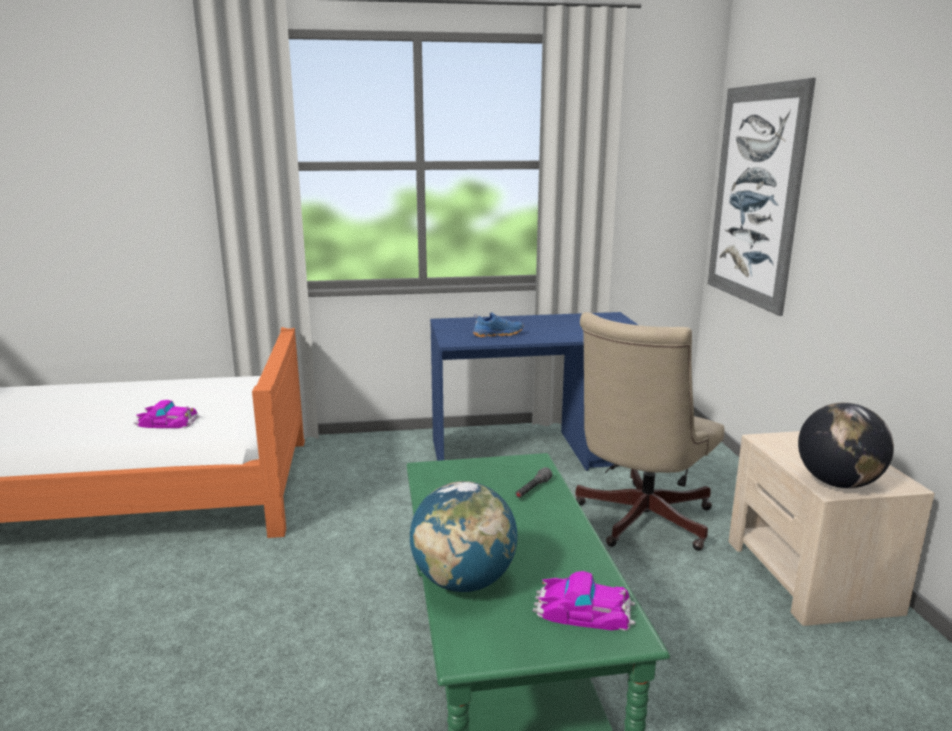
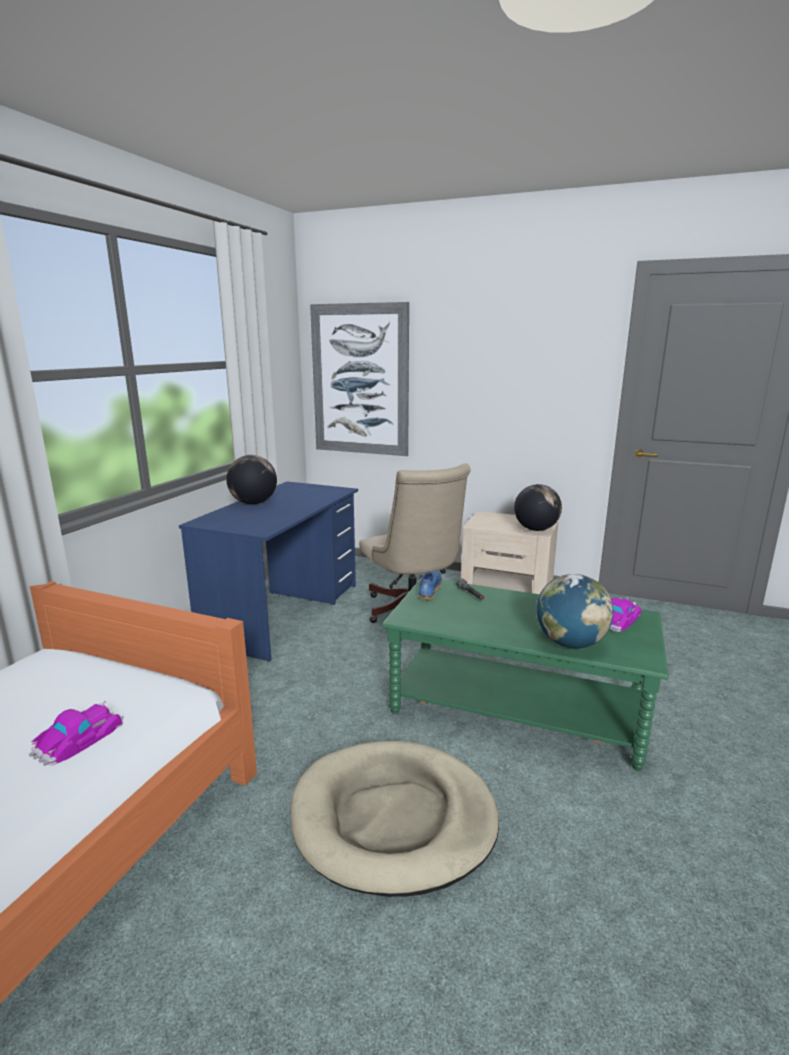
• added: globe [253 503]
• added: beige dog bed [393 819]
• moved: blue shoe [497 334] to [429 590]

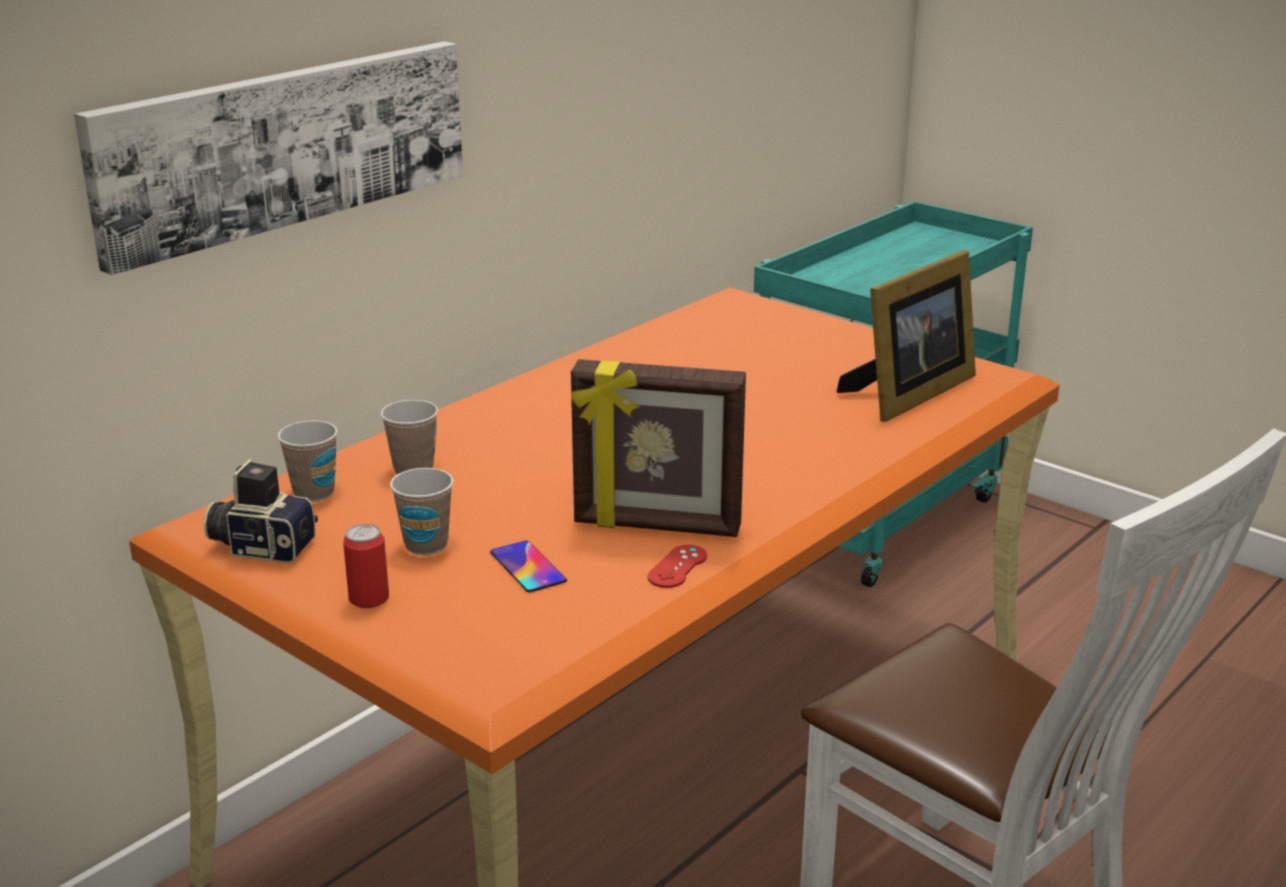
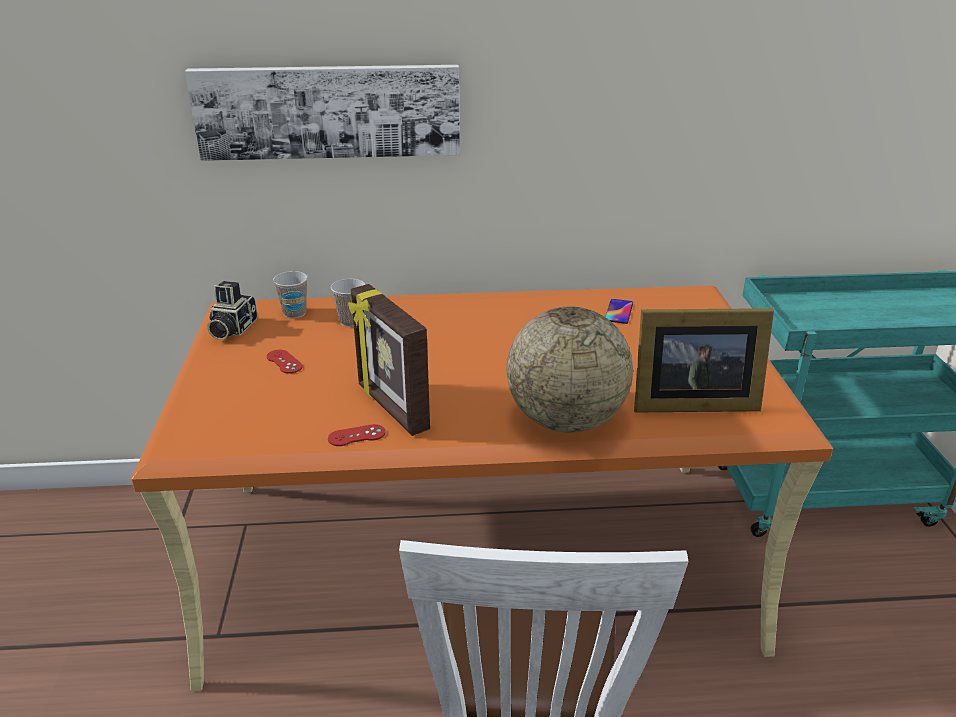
• turned: photo camera [263 546] = [231 329] 135 degrees counterclockwise
• replaced: cup [426 545] to red game controller [284 362]
• added: globe [565 420]
• moved: phone [527 567] to [619 311]
• removed: can [369 598]

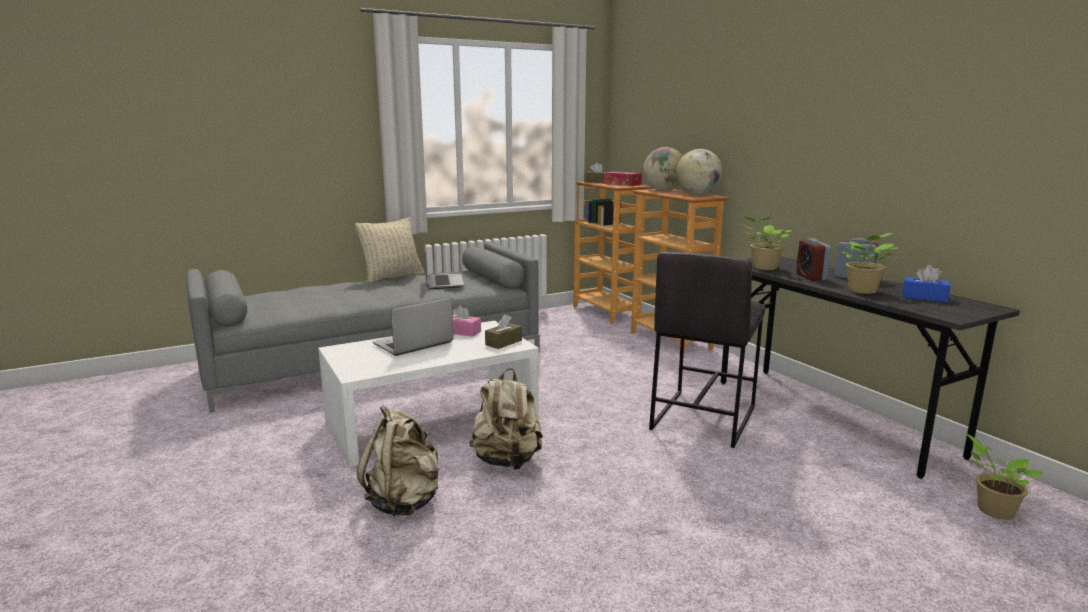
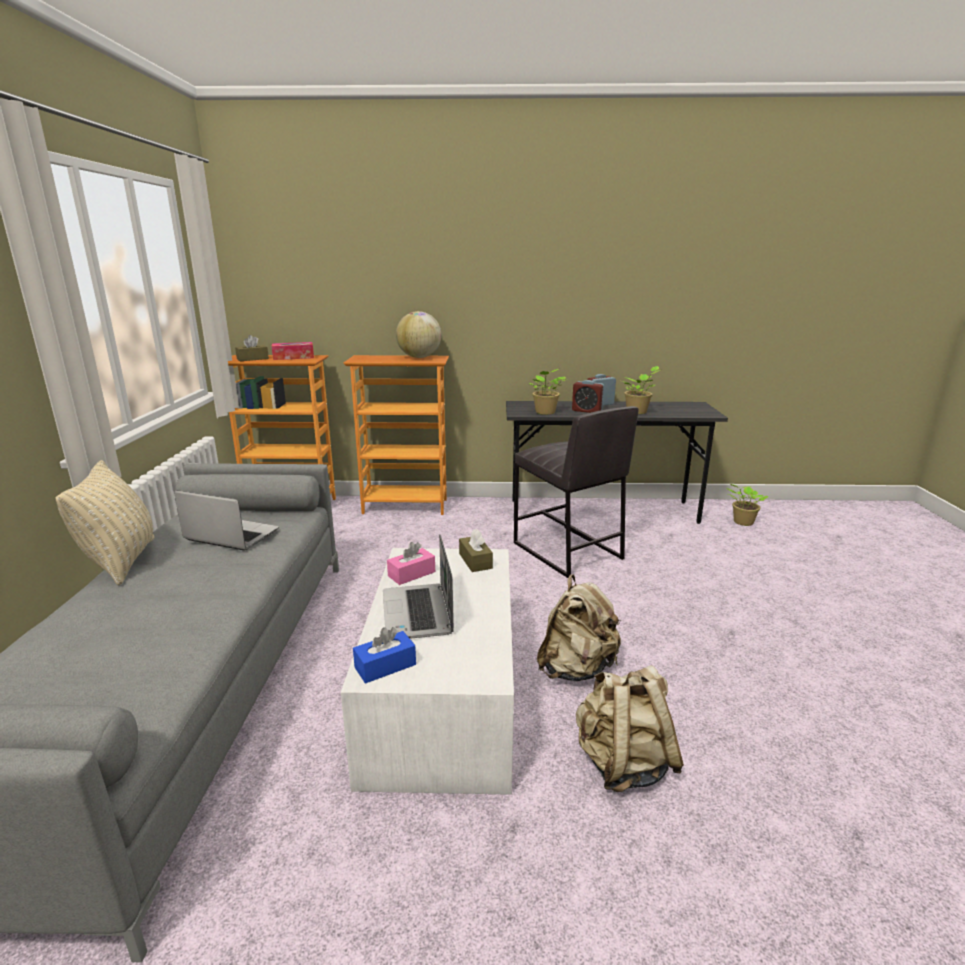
• moved: blue tissue box [924 297] to [385 666]
• removed: globe [663 190]

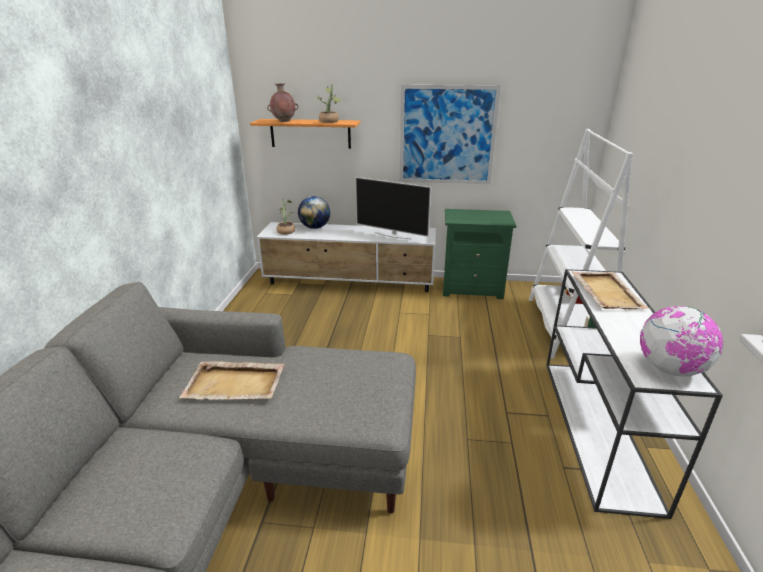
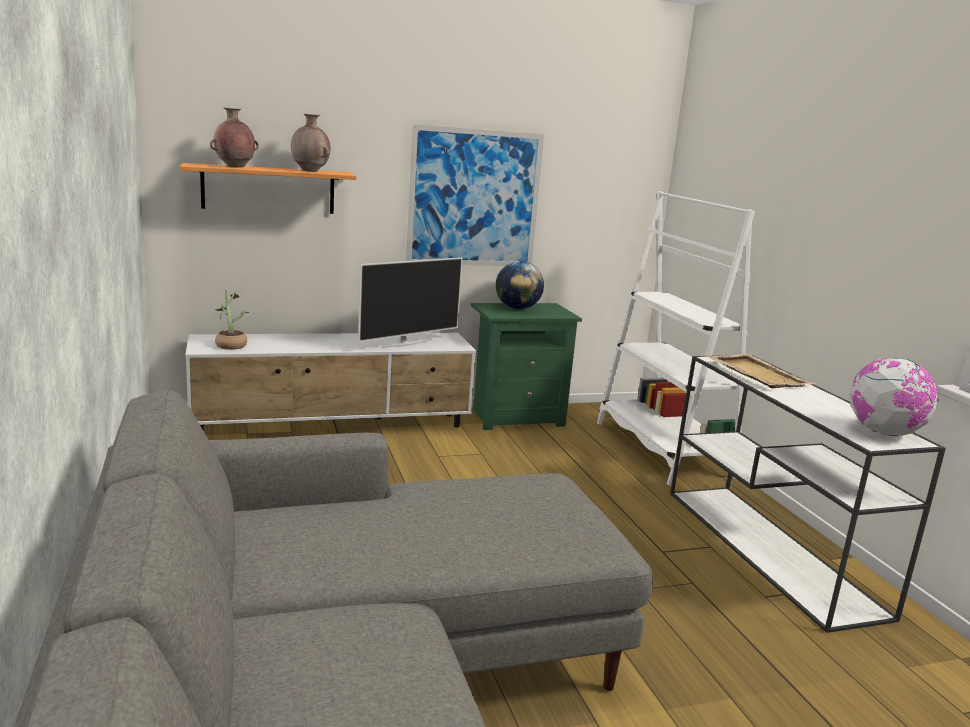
• replaced: potted plant [330 122] to brown vase [310 171]
• turned: television [392 235] = [406 343] 45 degrees counterclockwise
• moved: globe [315 227] to [517 308]
• removed: beige tray [235 384]

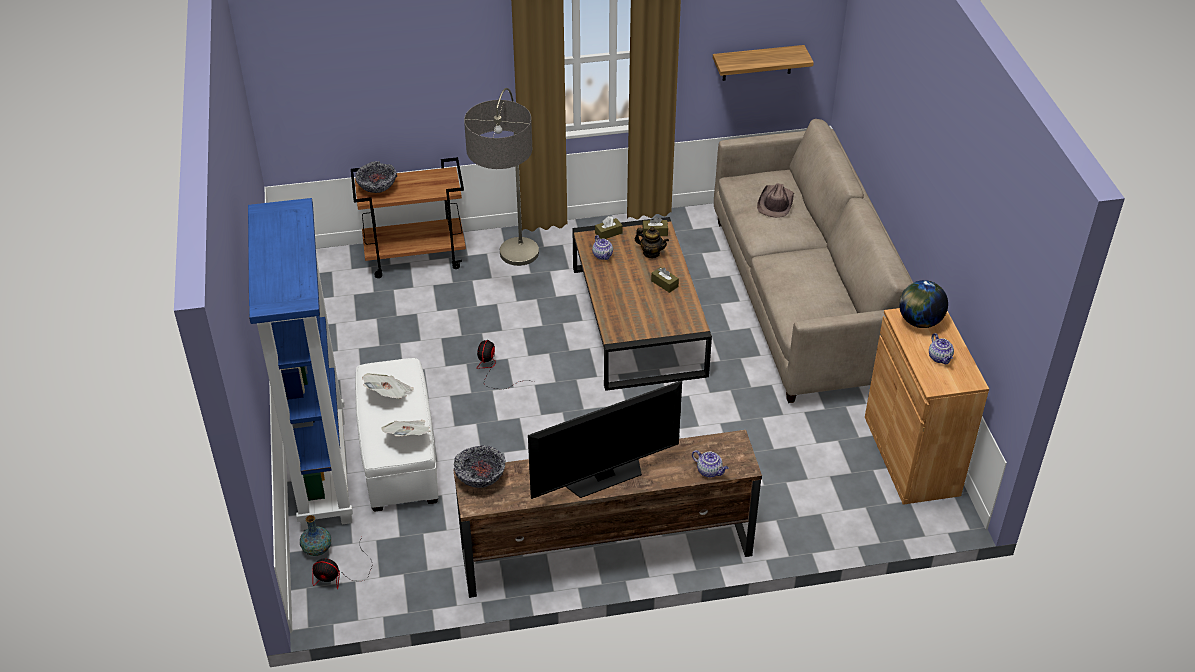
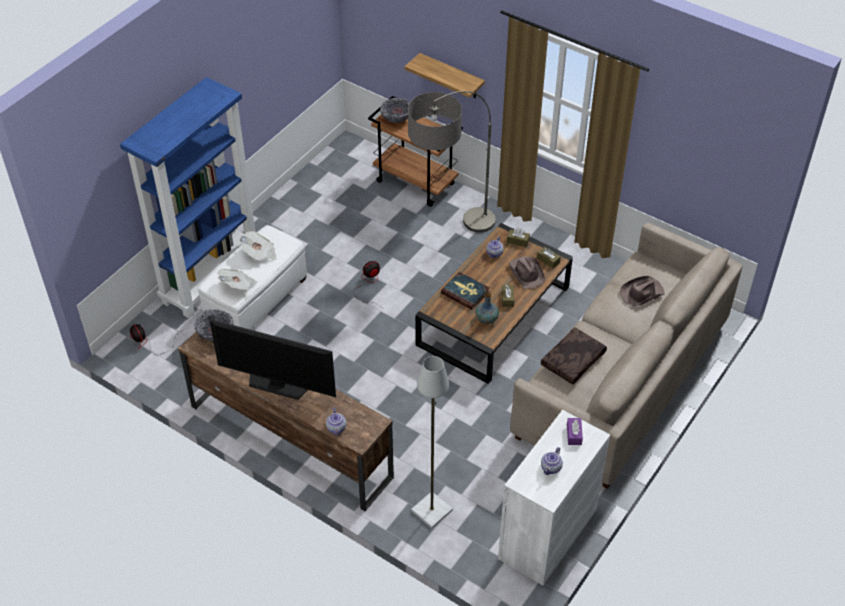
• moved: shelf [757 63] to [451 77]
• added: grey floor lamp [431 510]
• added: book [465 292]
• moved: vase [317 549] to [486 319]
• recoloured: brown cabinet [911 455] to white cabinet [547 534]
• replaced: teapot [651 253] to brown hat [526 273]
• added: brown pillow [573 361]
• replaced: globe [919 321] to purple tissue box [574 434]

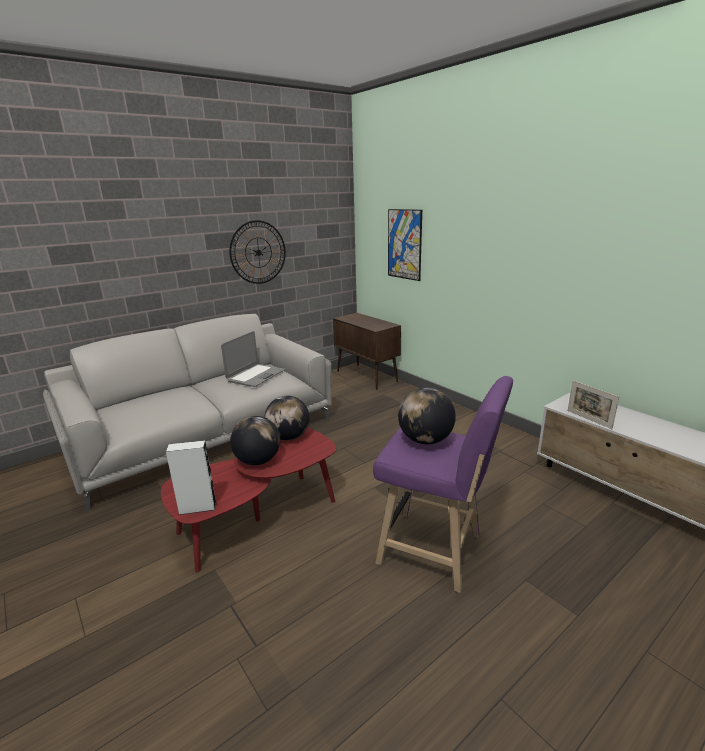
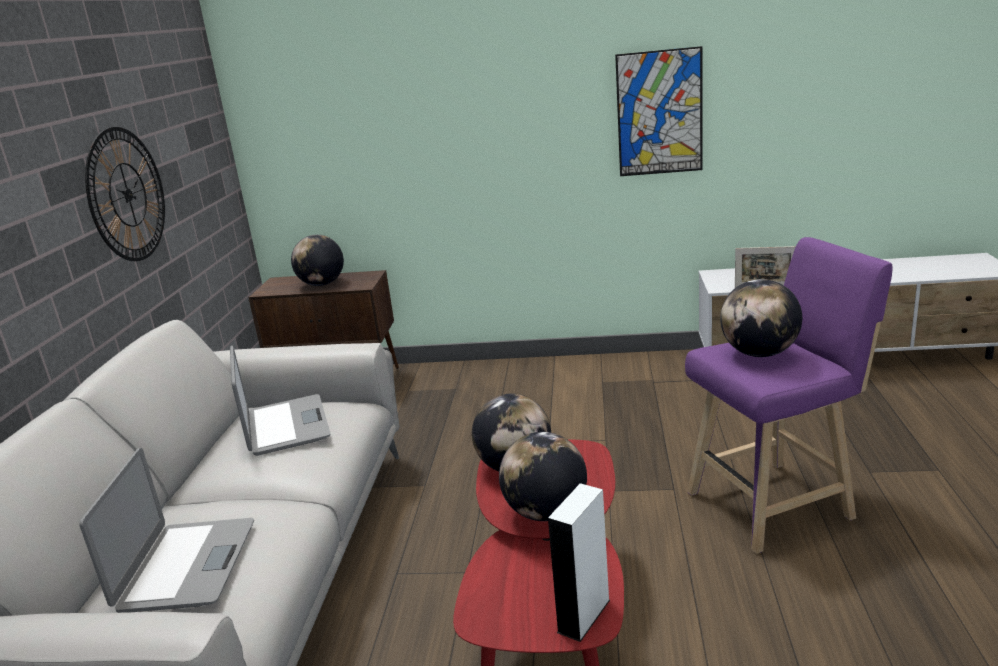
• added: laptop [186 565]
• added: globe [322 284]
• moved: picture [404 244] to [659 113]

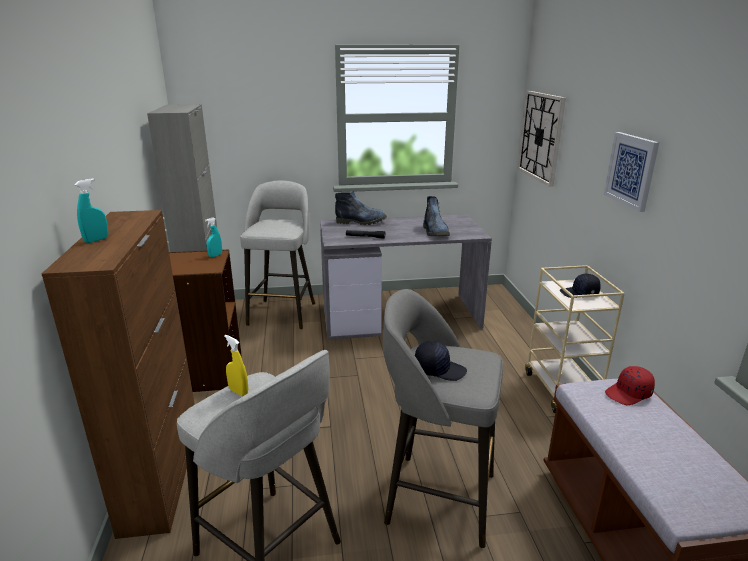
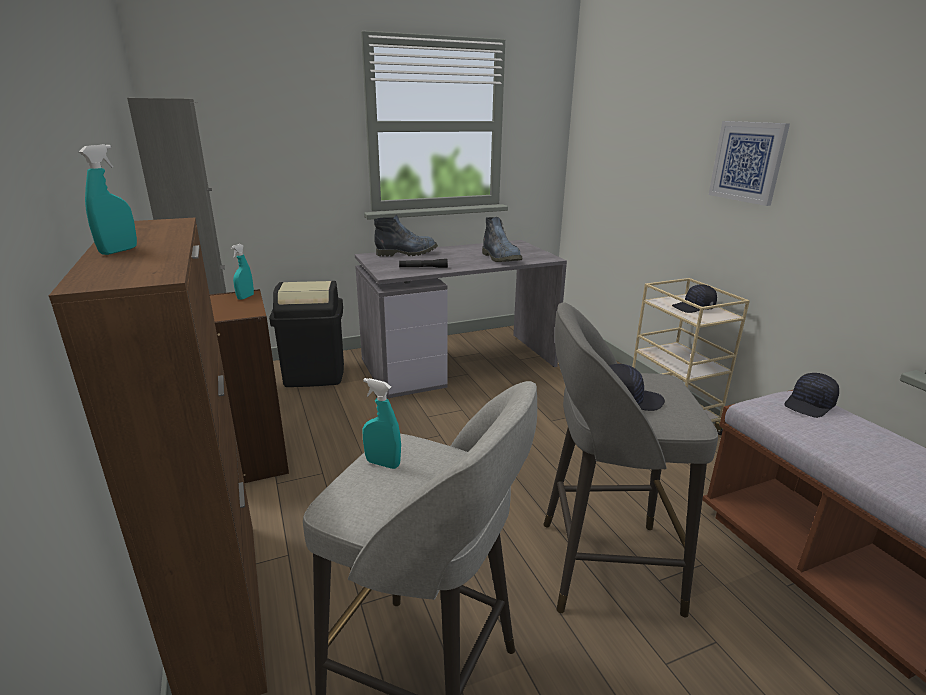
• replaced: grey stool [283 313] to black trash can [315 374]
• recoloured: yellow spray bottle [238 392] to turquoise spray bottle [382 463]
• recoloured: red cap [629 394] to black cap [810 405]
• removed: wall clock [540 136]

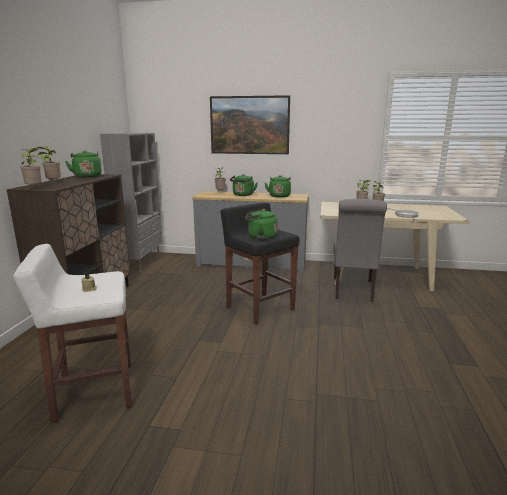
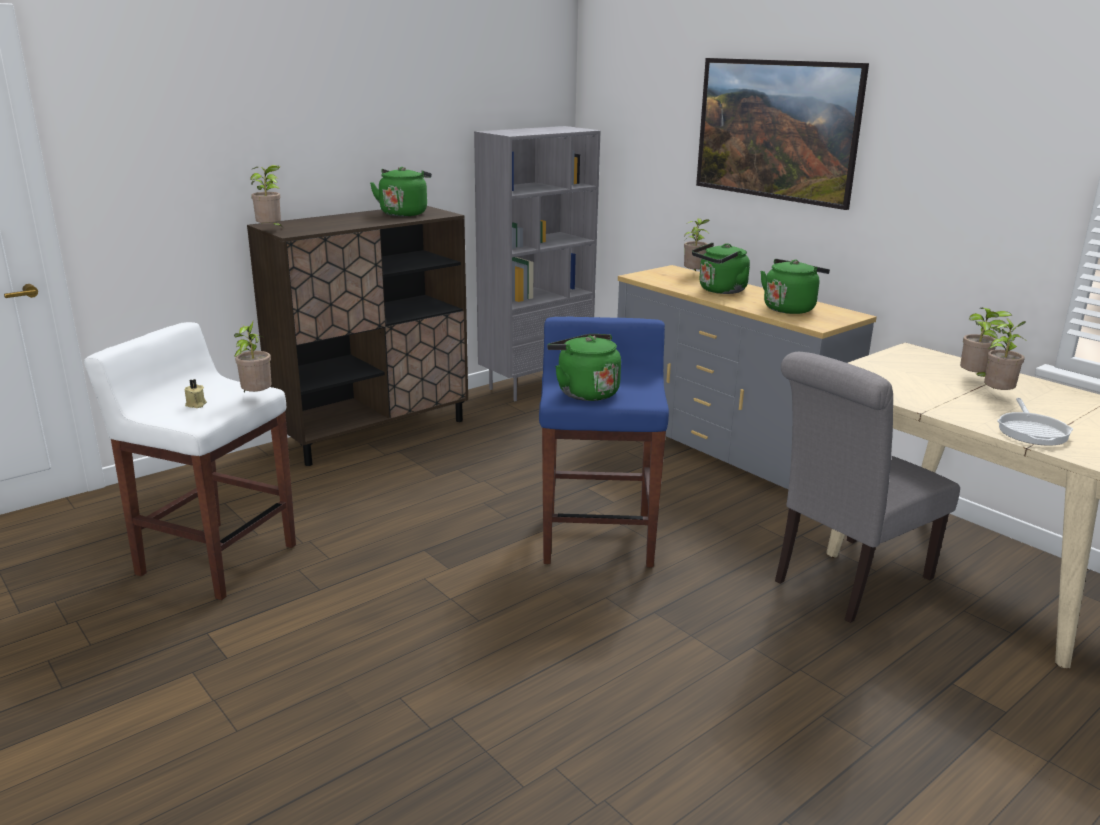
• moved: potted plant [53 183] to [256 397]
• recoloured: black stool [259 308] to blue stool [598 538]

